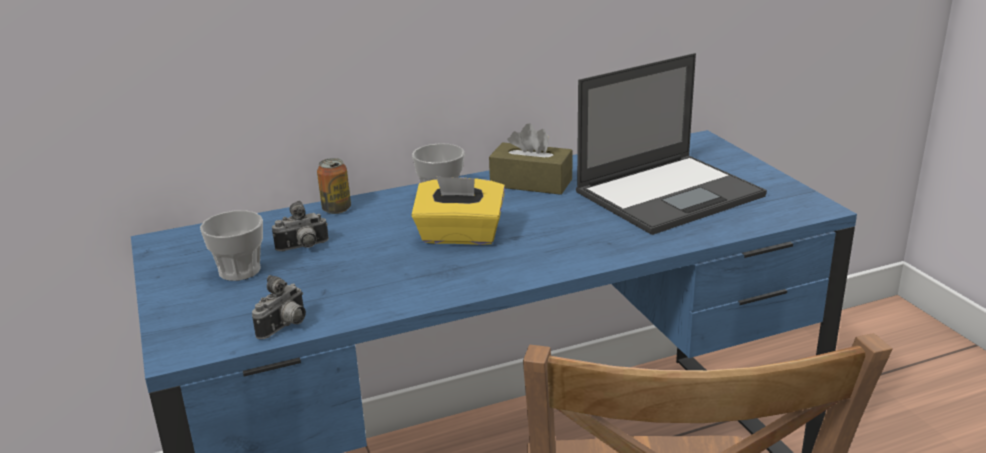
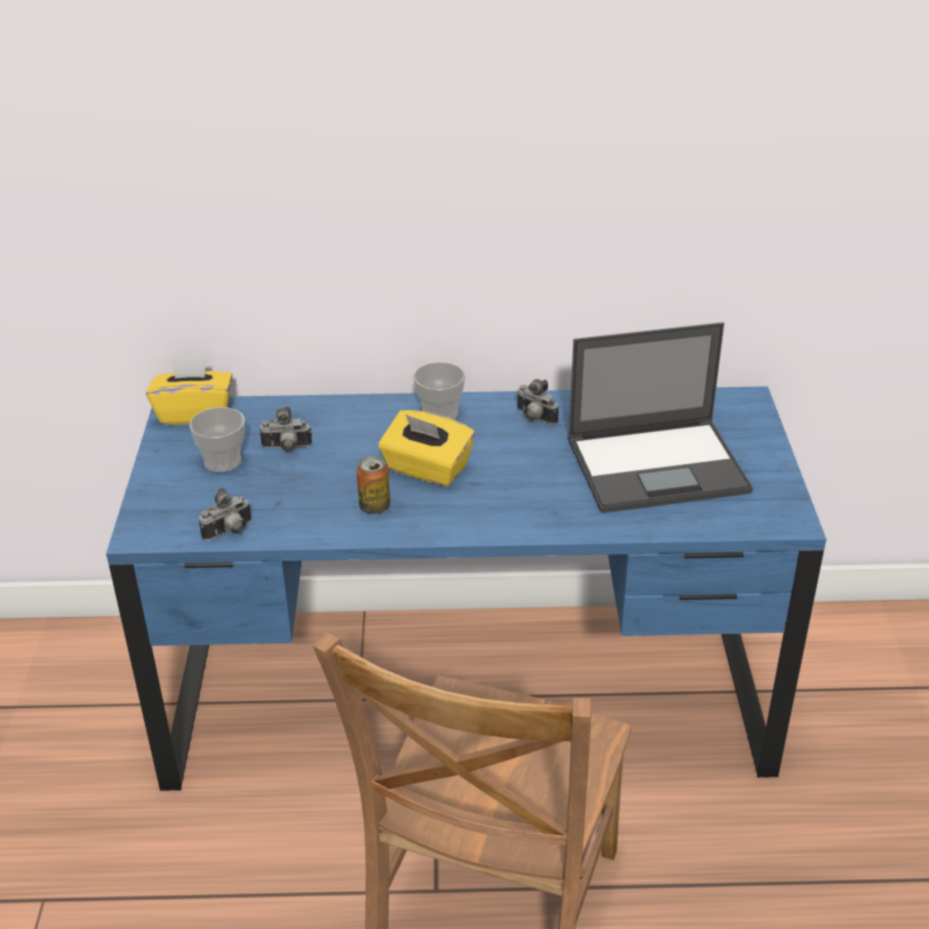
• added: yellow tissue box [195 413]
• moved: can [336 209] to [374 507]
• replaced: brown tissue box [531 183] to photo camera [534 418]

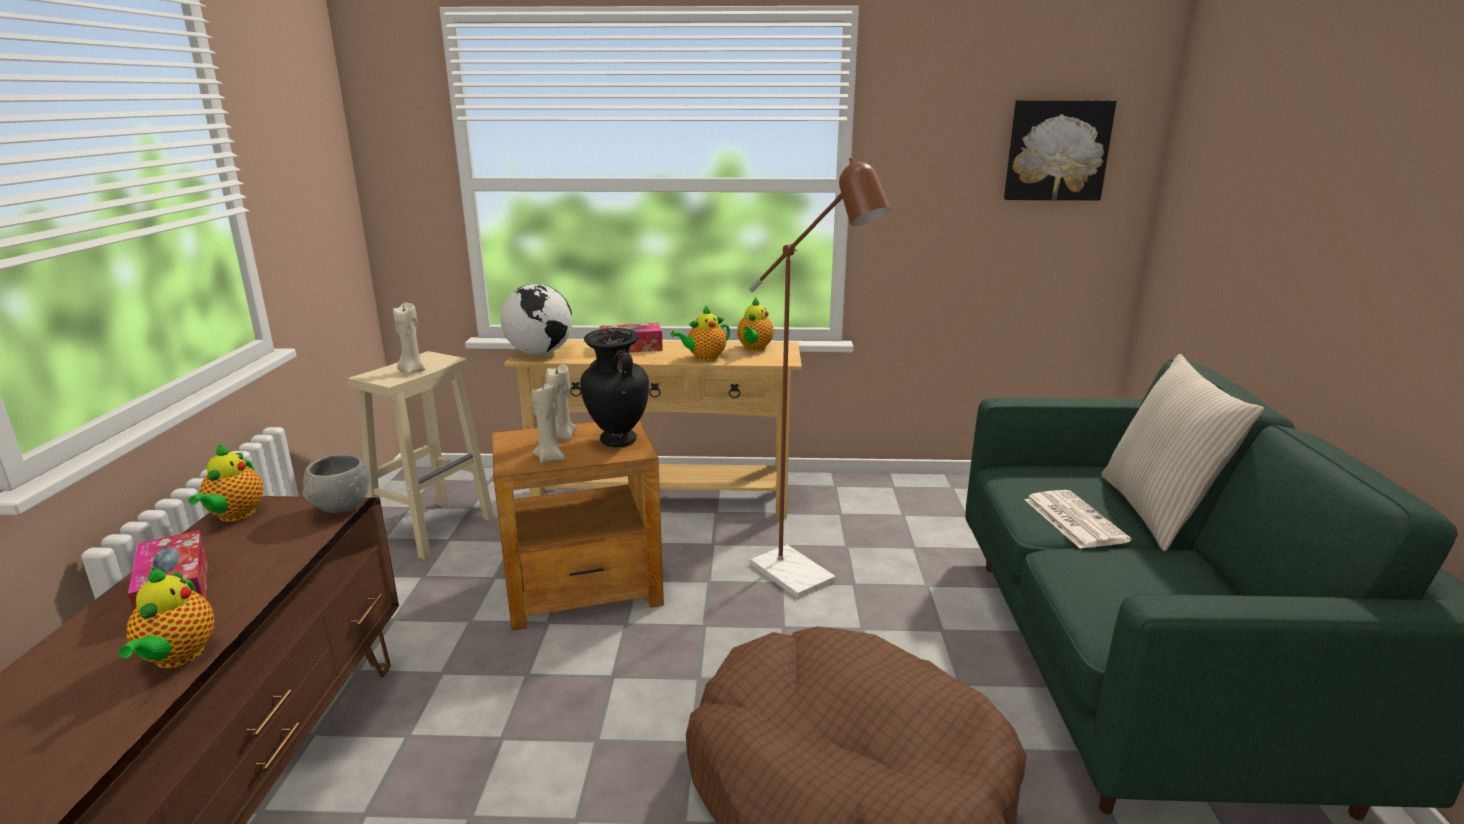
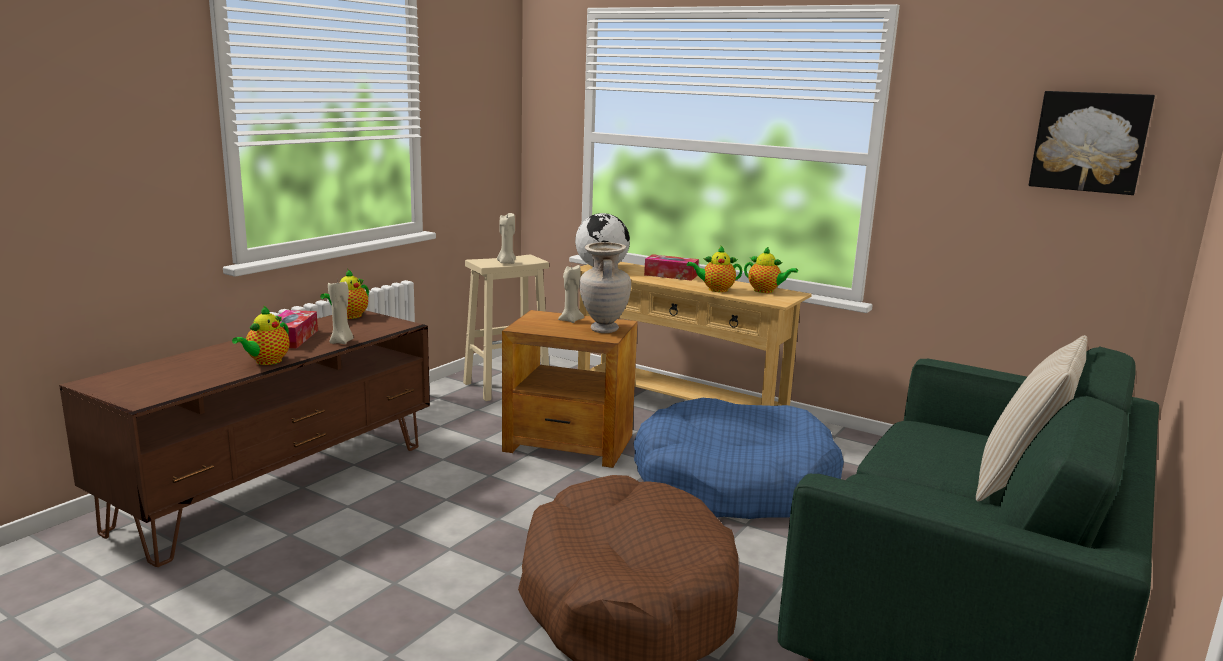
• moved: beige candle [550 458] to [342 342]
• recoloured: black vase [617 441] to beige vase [603 329]
• replaced: brown floor lamp [802 580] to blue dog bed [733 484]
• turned: teapot [754 348] = [766 291] 105 degrees counterclockwise
• removed: grey bowl [341 510]
• removed: newspaper [1072 519]

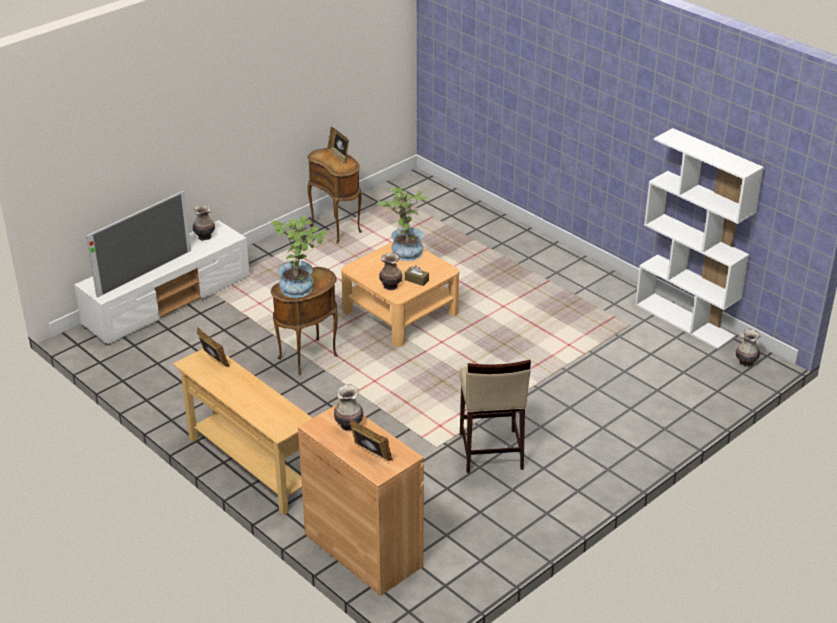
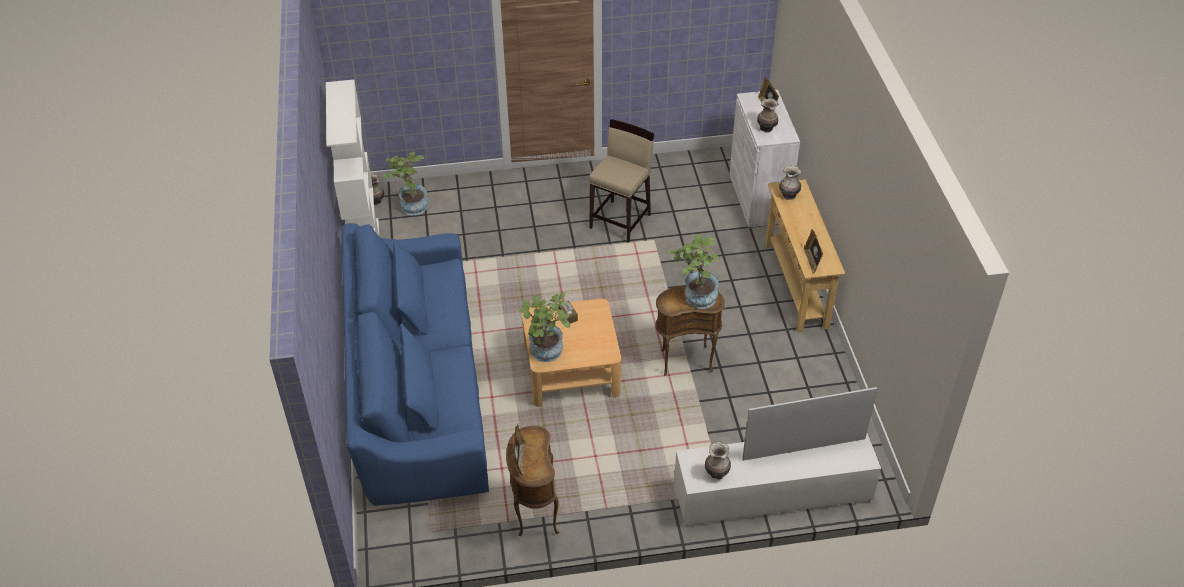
• added: blue sofa [417 387]
• added: potted plant [410 205]
• recoloured: brown cabinet [363 550] to white cabinet [758 198]
• moved: vase [390 286] to [789 195]

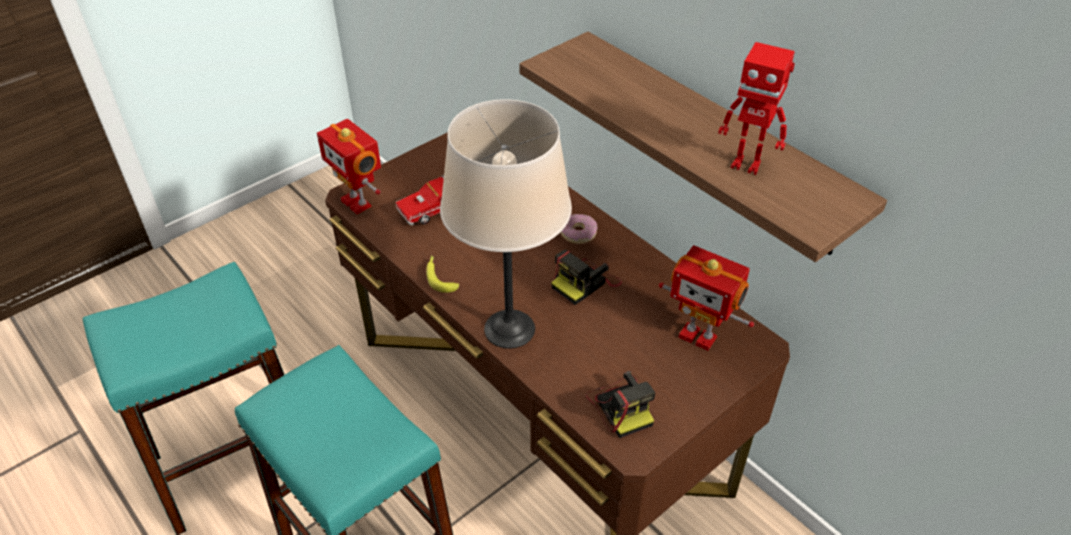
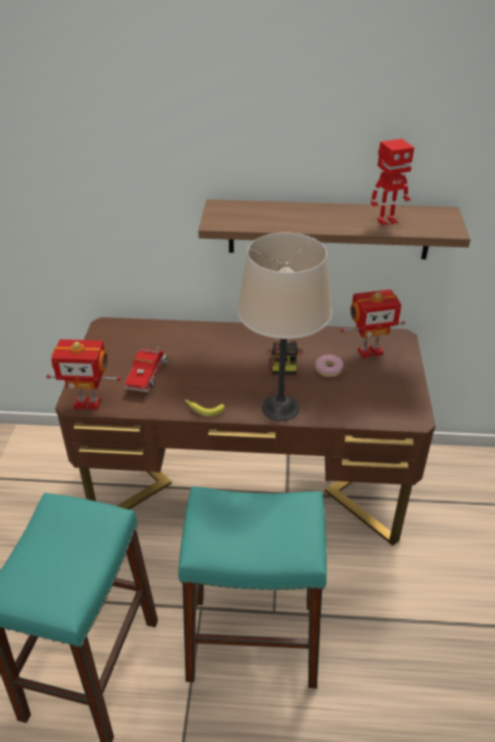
• moved: donut [578 233] to [328 369]
• removed: photo camera [621 406]

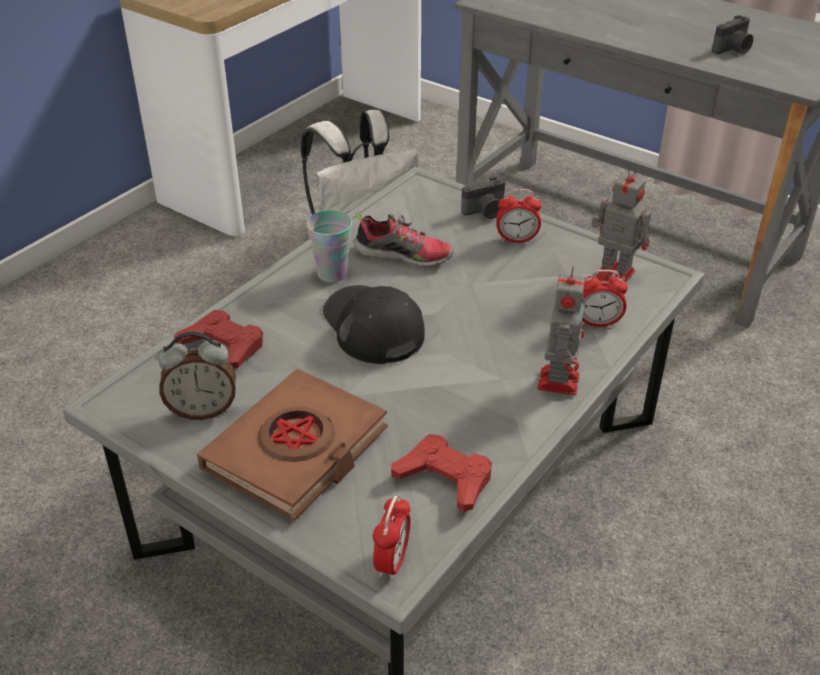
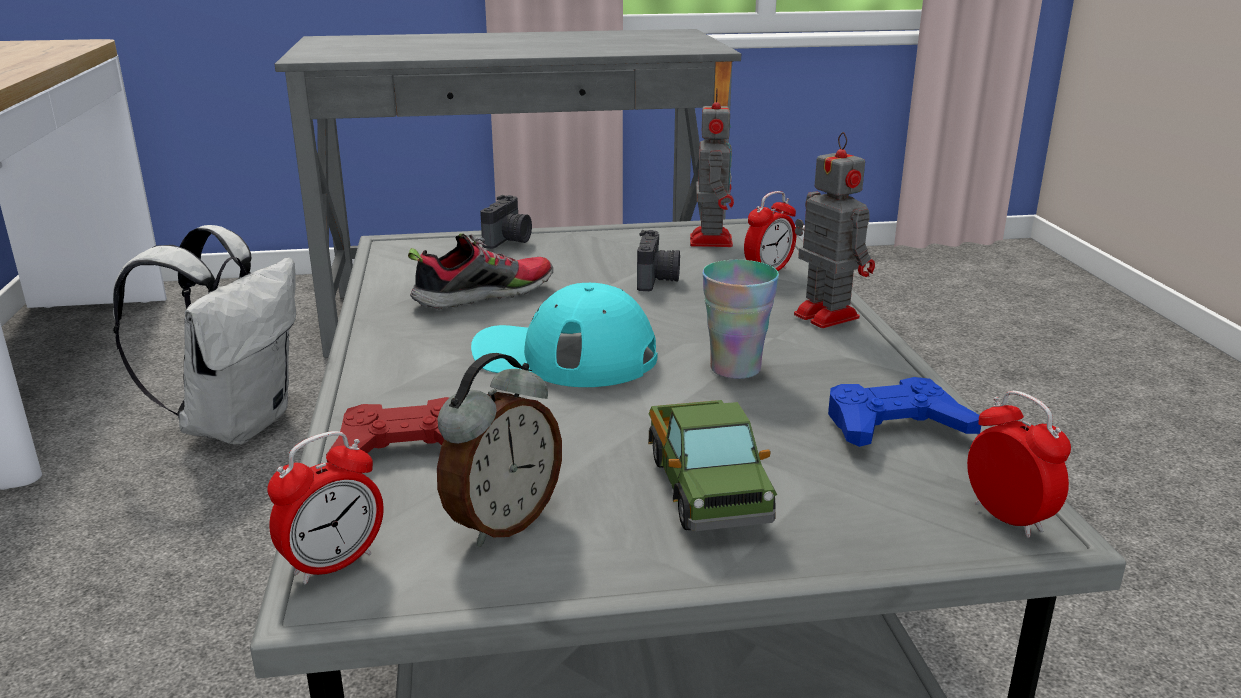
• moved: alarm clock [517 240] to [334 564]
• recoloured: black cap [372 326] to turquoise cap [564 356]
• moved: photo camera [733 49] to [657 280]
• replaced: brown book [297 450] to toy truck [706 490]
• turned: toy robot [613 274] = [711 240] 105 degrees clockwise
• moved: cup [332 274] to [735 368]
• recoloured: red game controller [444 478] to blue game controller [895 426]

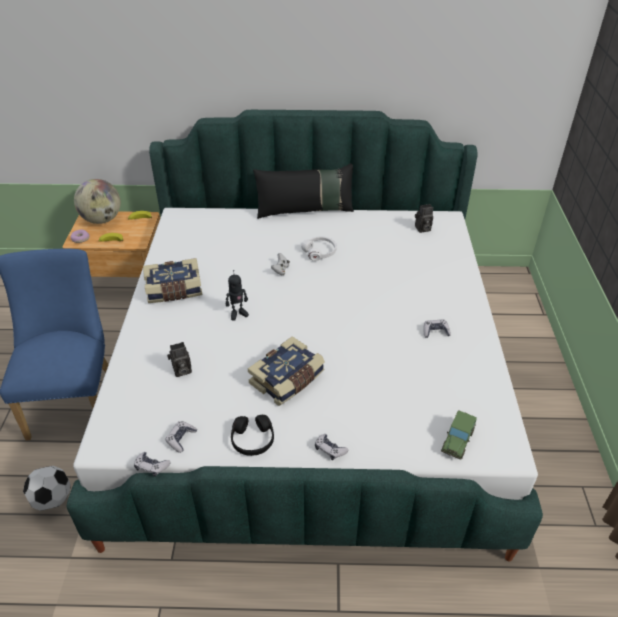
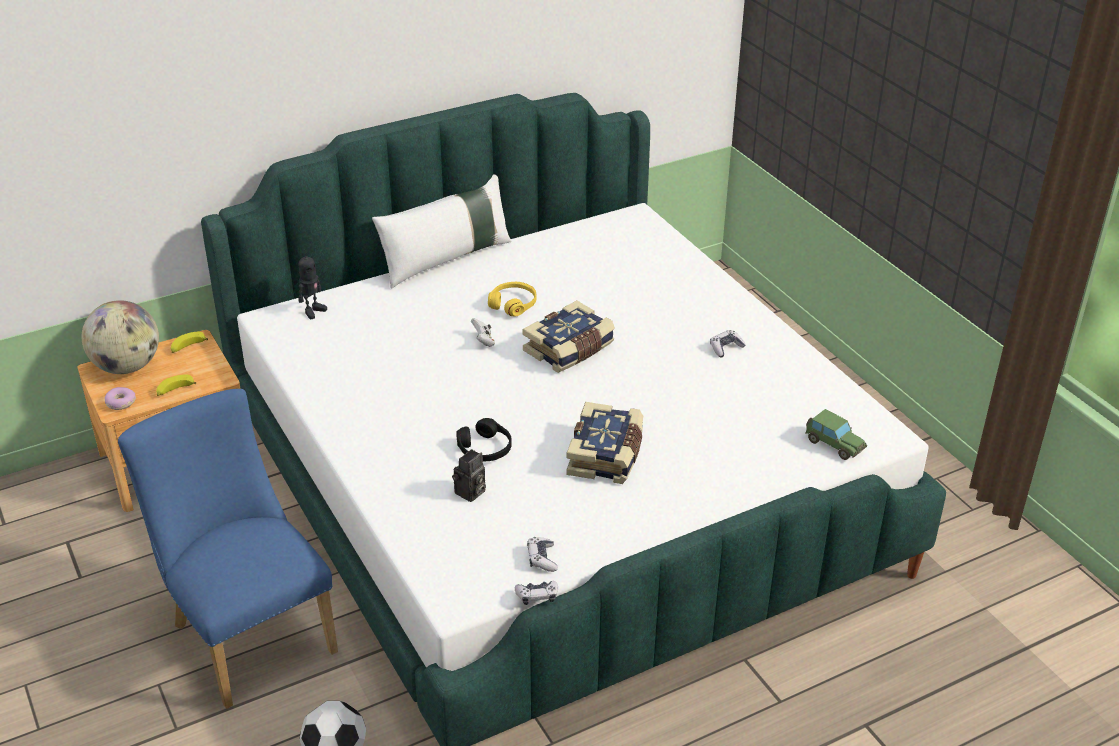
• moved: toy robot [238 314] to [313 311]
• recoloured: black pillow [305 210] to white pillow [446 259]
• moved: black headphones [252 440] to [485 449]
• recoloured: white headphones [319 252] to yellow headphones [513 304]
• moved: book [174 290] to [569 349]
• turned: toy car [457 441] = [833 444] 45 degrees counterclockwise
• removed: game controller [330 449]
• removed: photo camera [422 229]

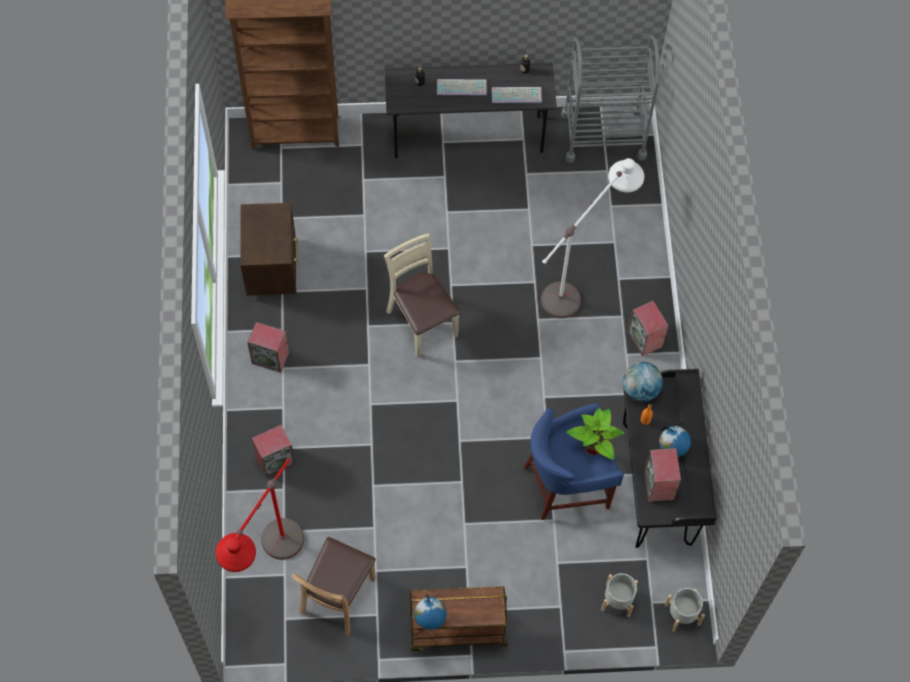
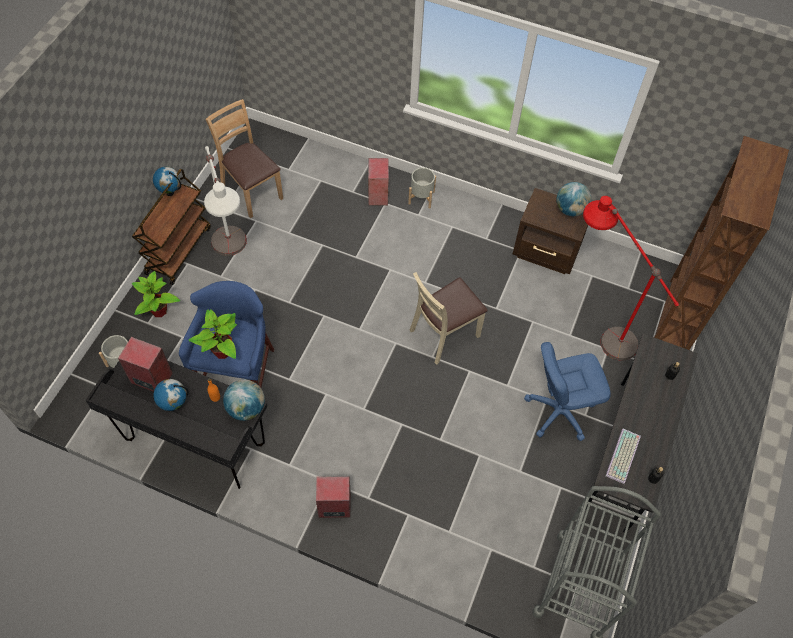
• added: potted plant [159 311]
• moved: white floor lamp [580 283] to [234 261]
• moved: grey planter [682 615] to [421 197]
• turned: beige chair [422 322] = [444 334] 150 degrees clockwise
• added: blue office chair [559 411]
• added: globe [570 209]
• moved: red floor lamp [270 566] to [598 327]
• removed: speaker [271 357]
• removed: keyboard [462 86]

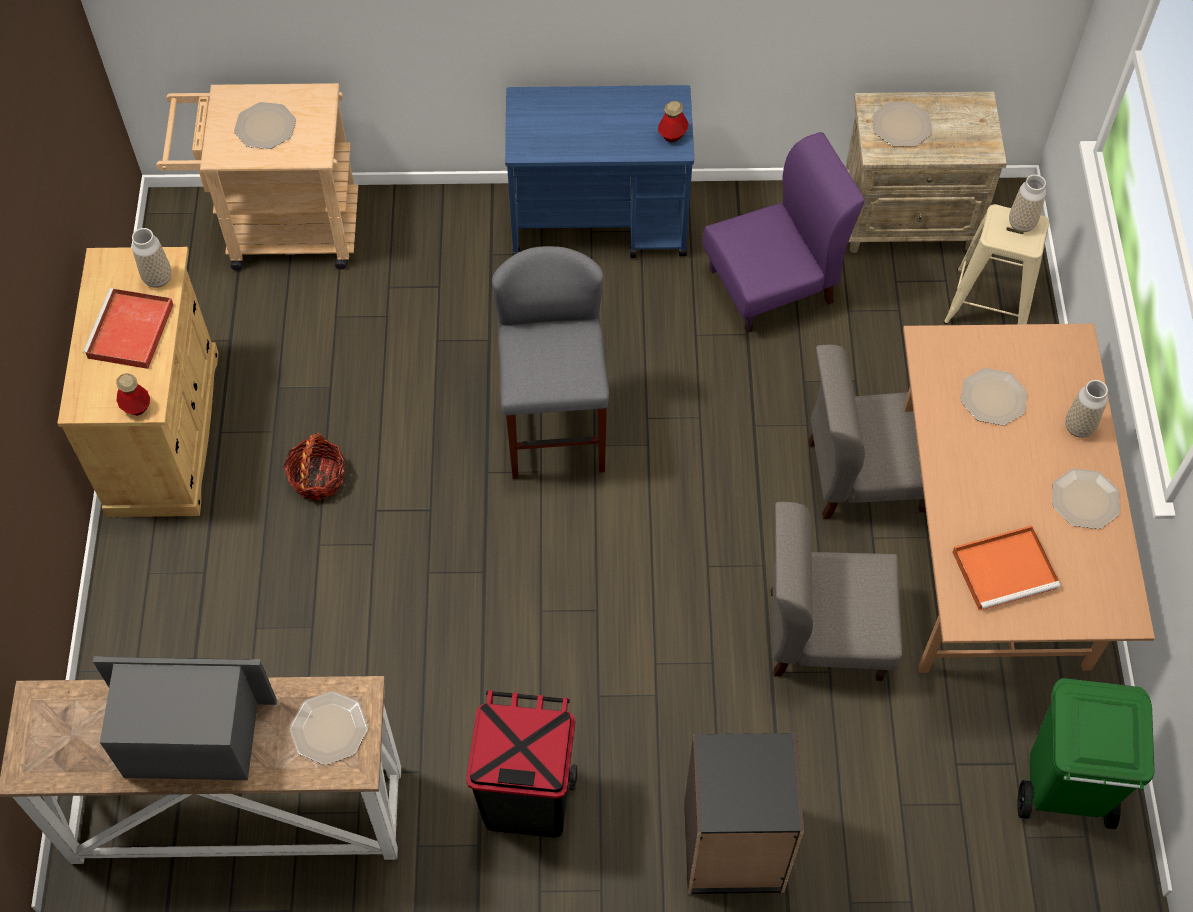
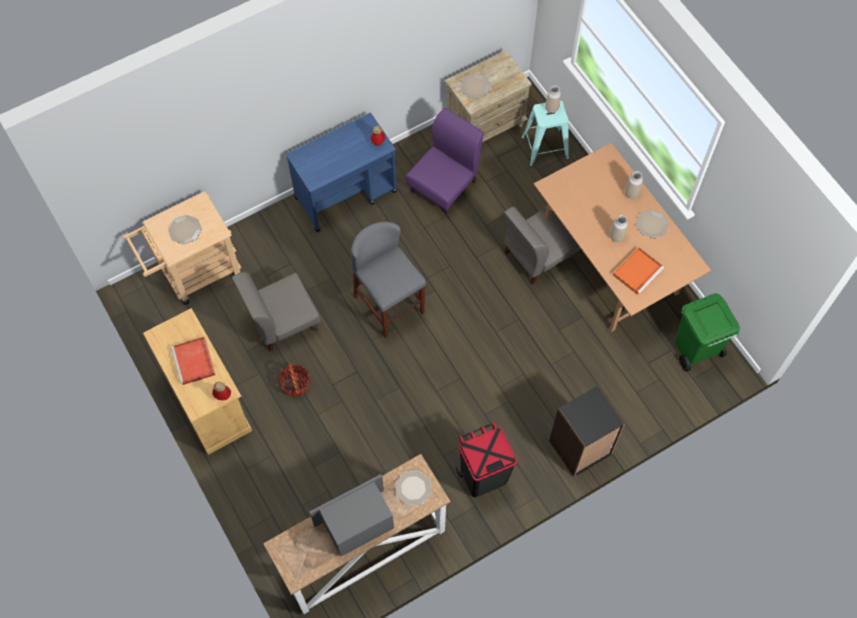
• moved: grey chair [824 633] to [282 322]
• recoloured: beige stool [989 305] to turquoise stool [545 148]
• moved: vase [158 278] to [616 236]
• removed: plate [992 397]

